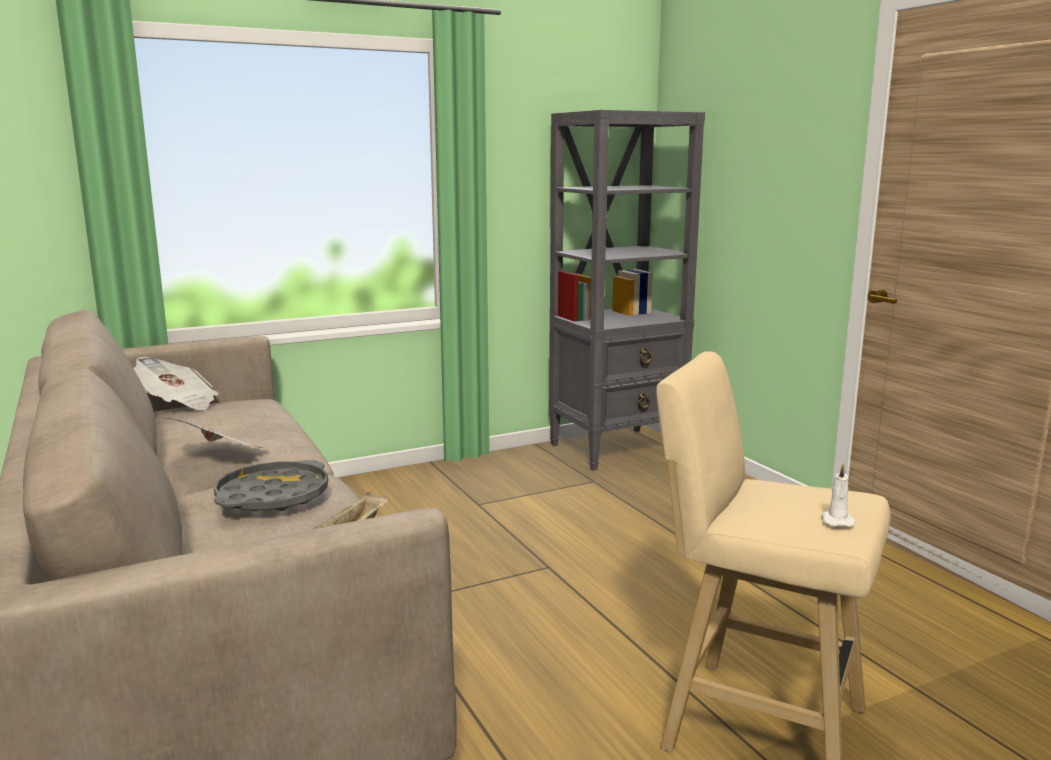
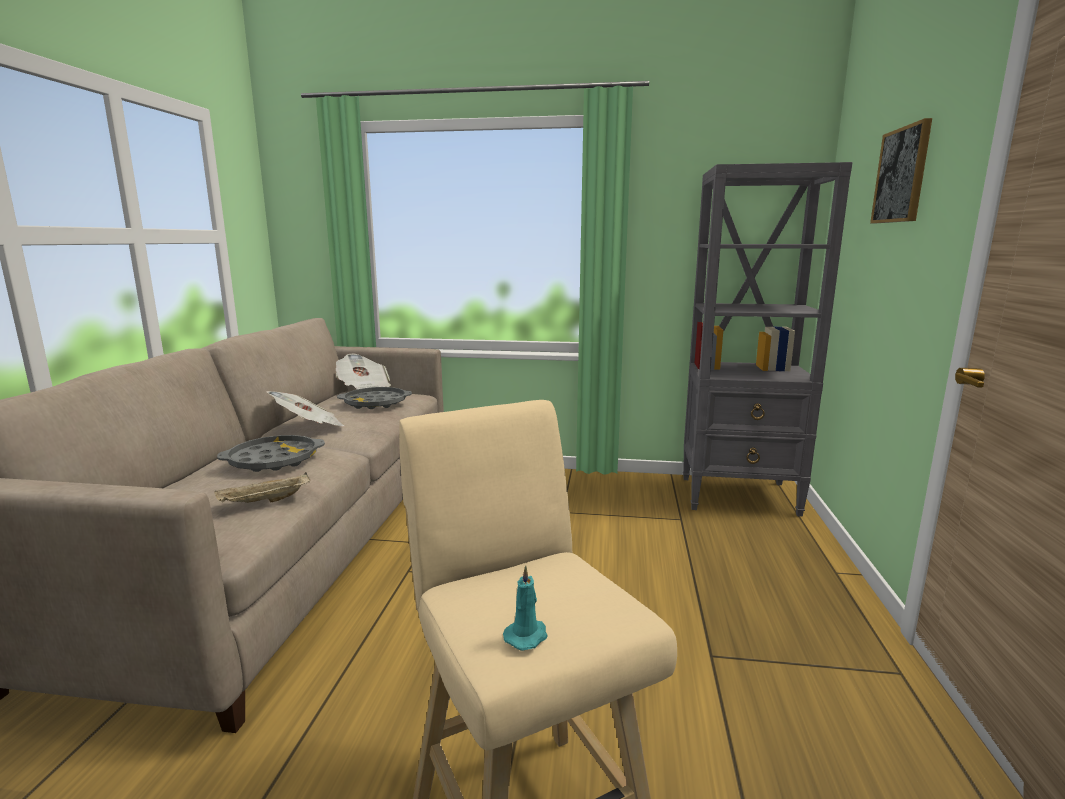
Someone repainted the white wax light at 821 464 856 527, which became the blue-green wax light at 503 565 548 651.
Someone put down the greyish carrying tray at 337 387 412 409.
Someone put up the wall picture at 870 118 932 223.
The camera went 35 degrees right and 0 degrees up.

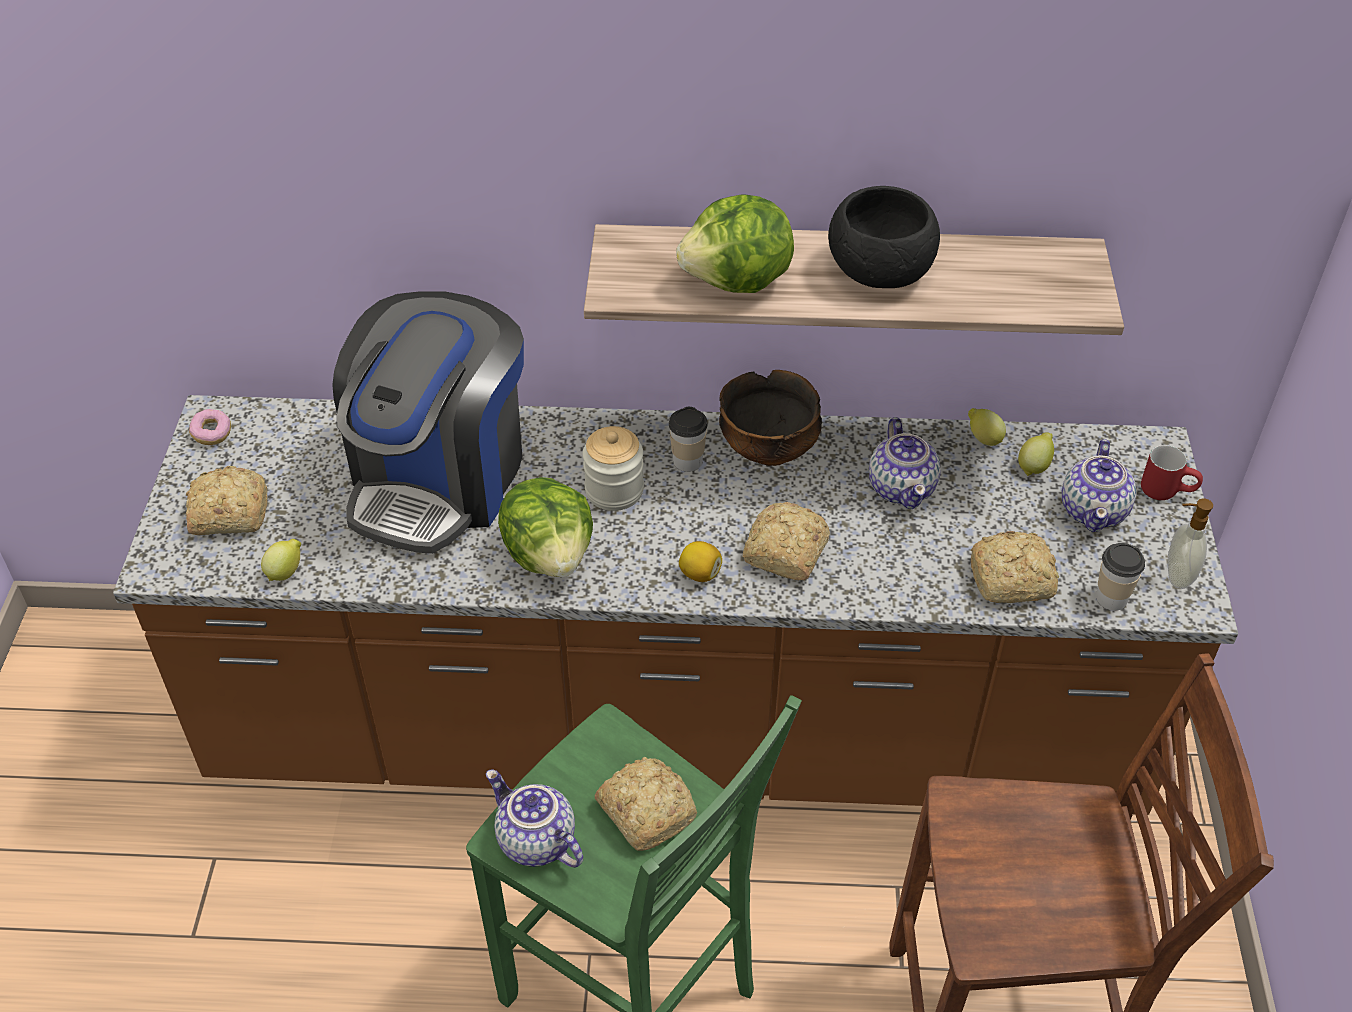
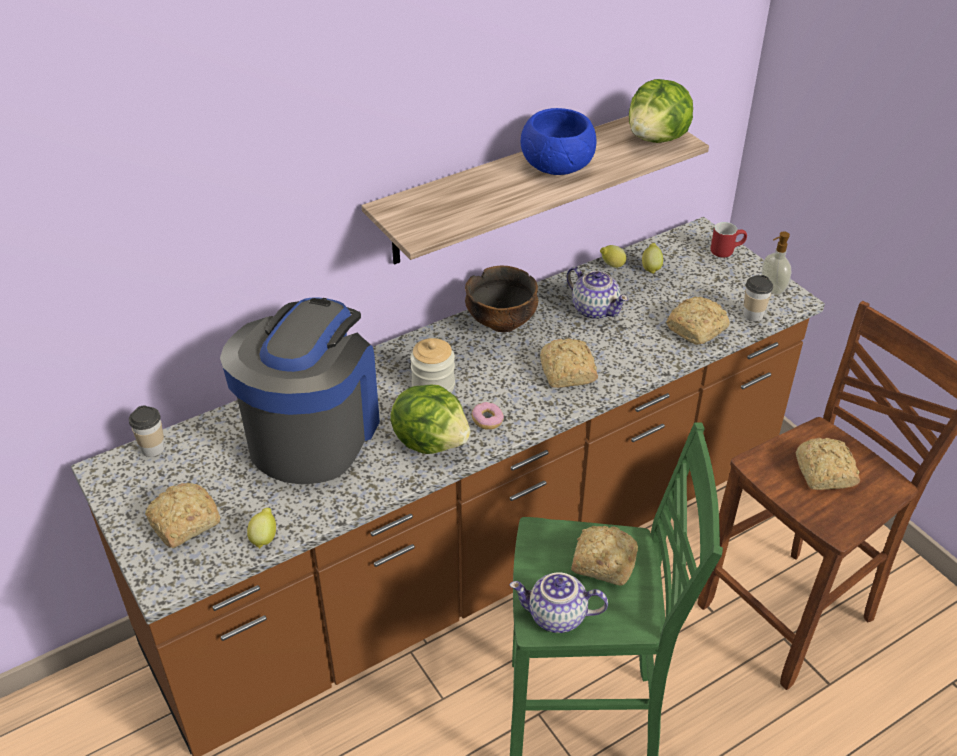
Someone carried the doughnut from 189 409 231 445 to 472 402 504 430.
Someone rotated the coffee machine at 332 291 524 554 by 150 degrees counterclockwise.
Someone carried the drinking cup from 669 407 708 472 to 129 406 165 457.
Someone carried the head of lettuce from 676 194 794 293 to 629 79 693 143.
Someone took away the whole lemon at 679 541 722 582.
Someone repainted the black serving bowl at 828 186 940 288, which became the blue-coloured serving bowl at 521 108 596 175.
Someone took away the teapot at 1062 439 1136 532.
Someone put down the bread at 796 438 860 490.
The camera went 35 degrees left and 5 degrees down.

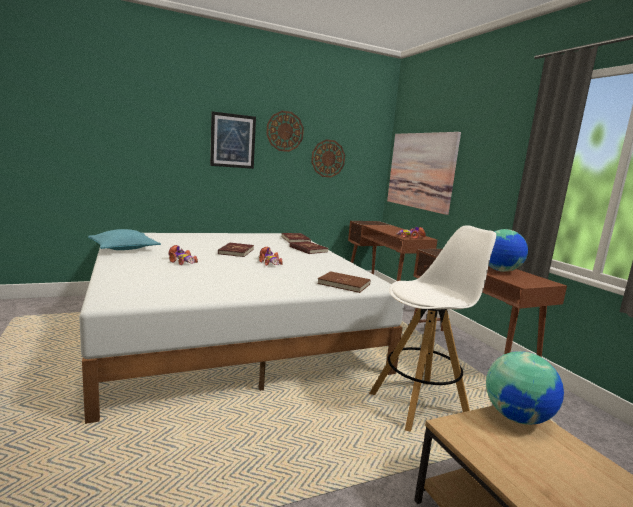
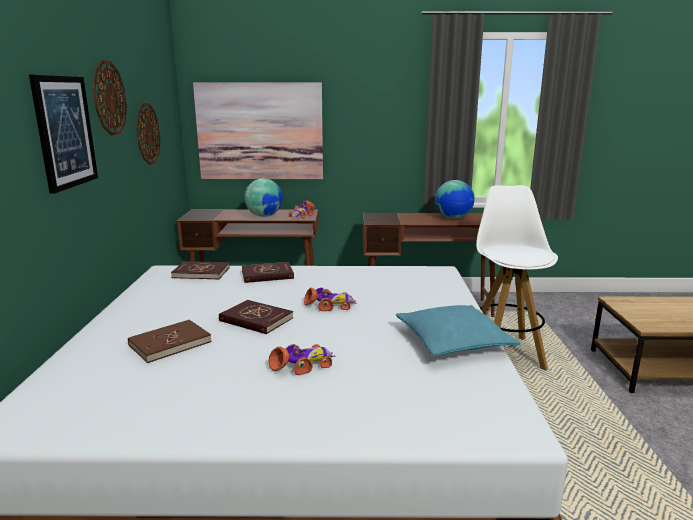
Someone carried the blue-green cushion from 88 229 161 250 to 396 305 520 356.
Someone carried the brown-coloured bound book from 317 271 370 293 to 128 320 212 363.
Someone carried the world globe from 486 351 564 425 to 244 178 283 217.
The camera went 65 degrees left and 5 degrees up.

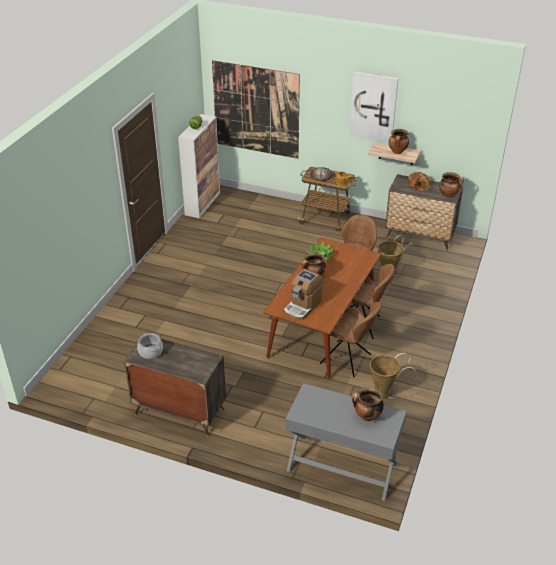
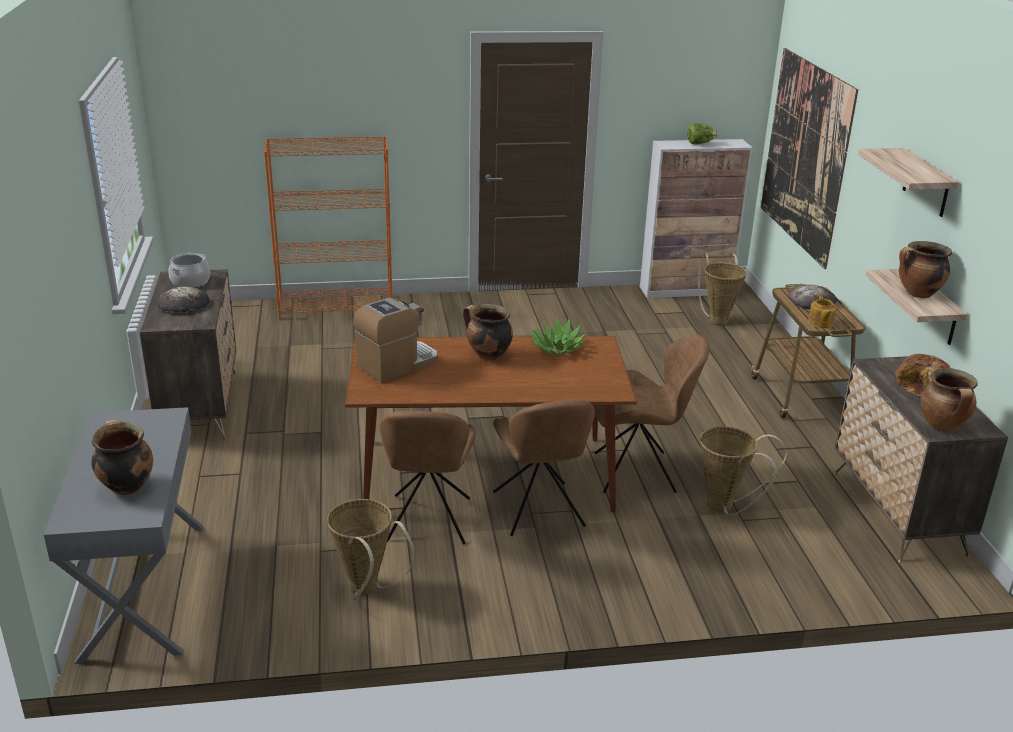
Someone rotated the coffee machine at 284 269 323 320 by 135 degrees clockwise.
Someone swapped the wall picture at 349 71 399 142 for the wall shelf at 858 148 959 217.
Someone put down the bread at 158 286 210 313.
Someone put down the orange-coloured bookshelf at 264 136 392 319.
Someone put down the storage basket at 698 253 747 326.
The camera went 60 degrees right and 10 degrees down.

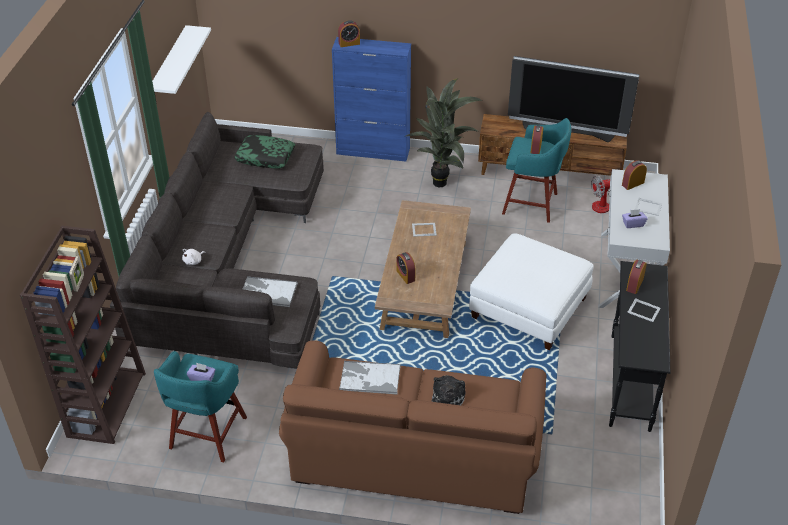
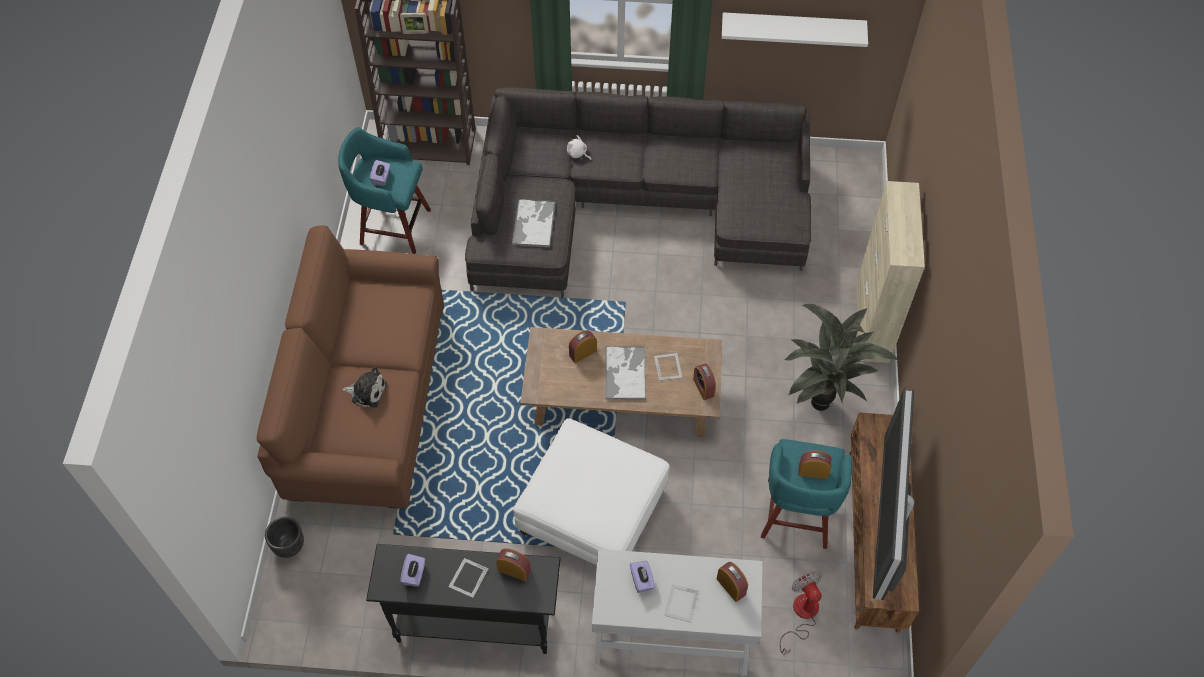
Someone took away the cushion at 234 135 295 169.
Someone repainted the blue-coloured storage cabinet at 332 37 411 161, which became the beige storage cabinet at 856 181 925 363.
Someone carried the bedside clock from 338 20 360 47 to 693 363 716 400.
Someone carried the carrying tray from 339 361 401 394 to 605 346 646 400.
Someone put down the black planter at 265 517 304 558.
Someone put down the purple-coloured box of tissues at 400 554 425 587.
The camera went 85 degrees right and 15 degrees up.

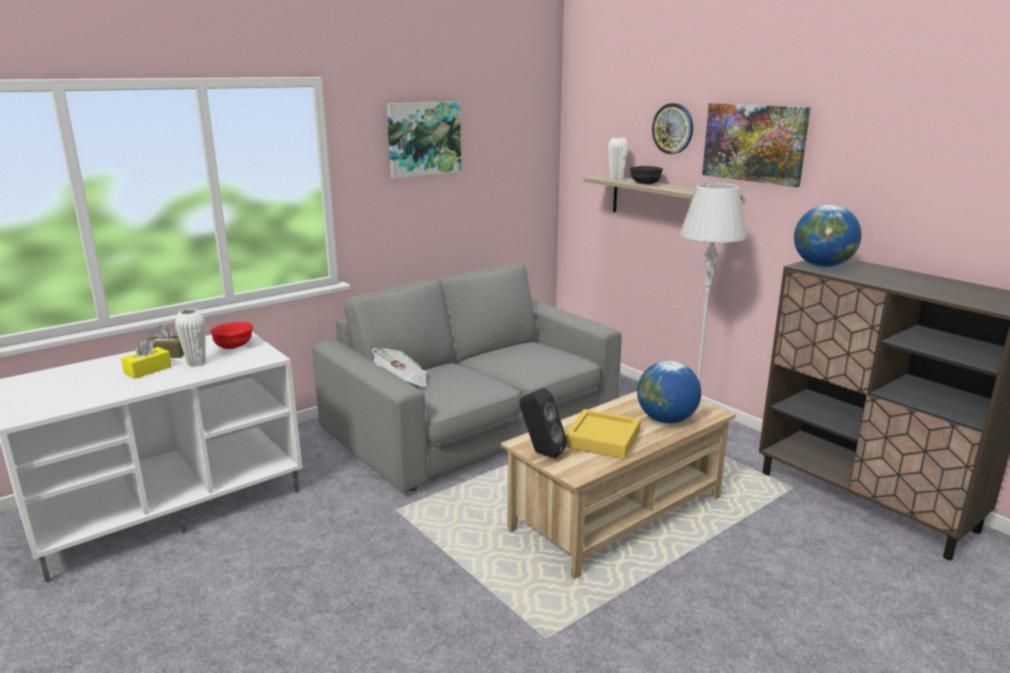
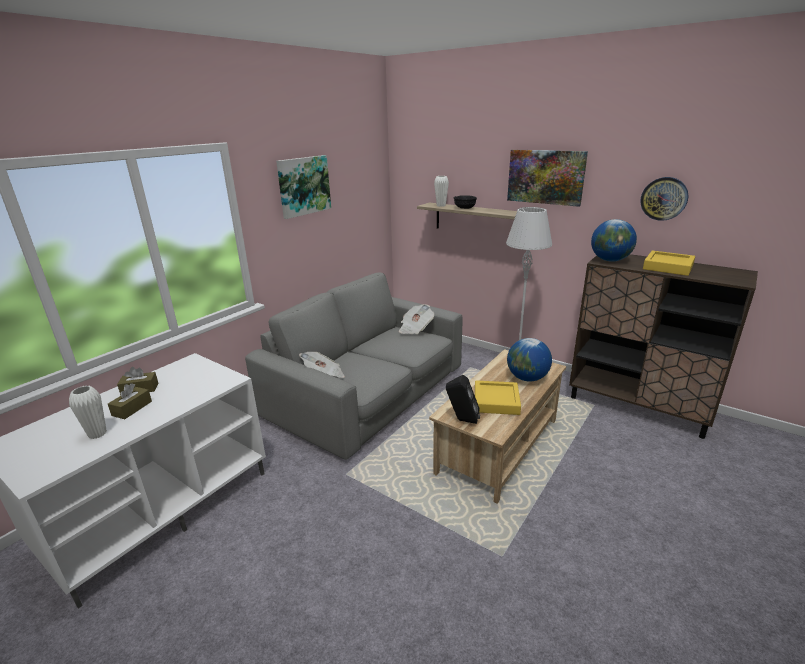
Someone repainted the yellowish box of tissues at 121 339 172 379, which became the brown-coloured box of tissues at 108 383 152 419.
Someone carried the white flower vase from 175 309 206 367 to 69 385 107 439.
Someone took away the red serving bowl at 210 322 253 349.
Someone carried the hanging clock from 652 103 693 154 to 640 177 688 221.
Someone put down the printed paper at 399 304 434 334.
Someone put down the yellowish carrying tray at 643 251 695 276.
The camera went 15 degrees left and 5 degrees up.

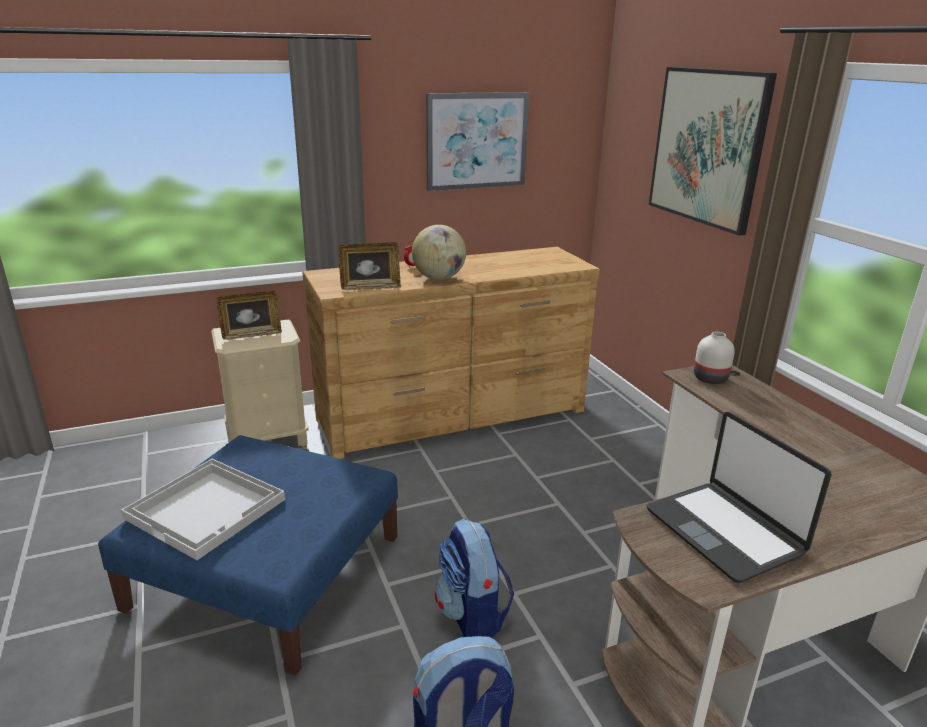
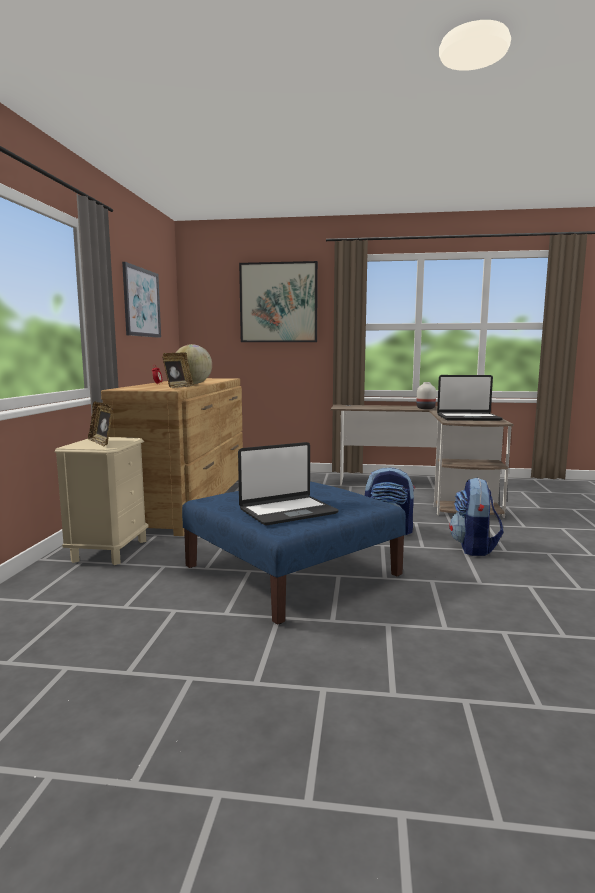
Someone swapped the white carrying tray at 121 459 285 560 for the laptop at 238 442 339 525.
Someone rotated the picture frame at 217 291 282 340 by 135 degrees clockwise.
Someone carried the white flower vase from 694 331 735 384 to 417 382 436 409.
The camera went 60 degrees left and 15 degrees down.

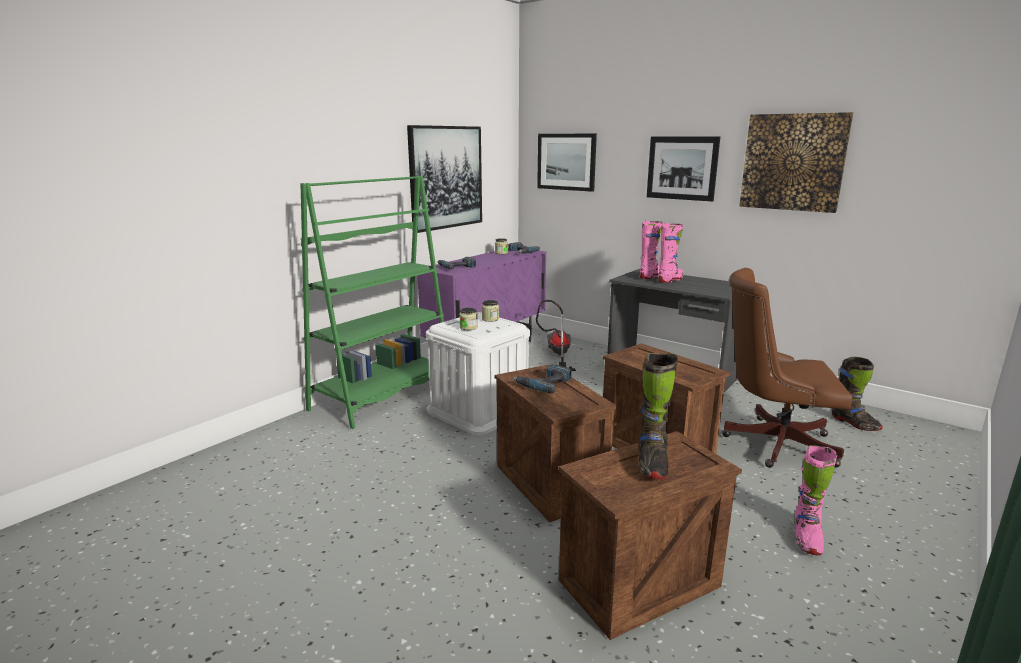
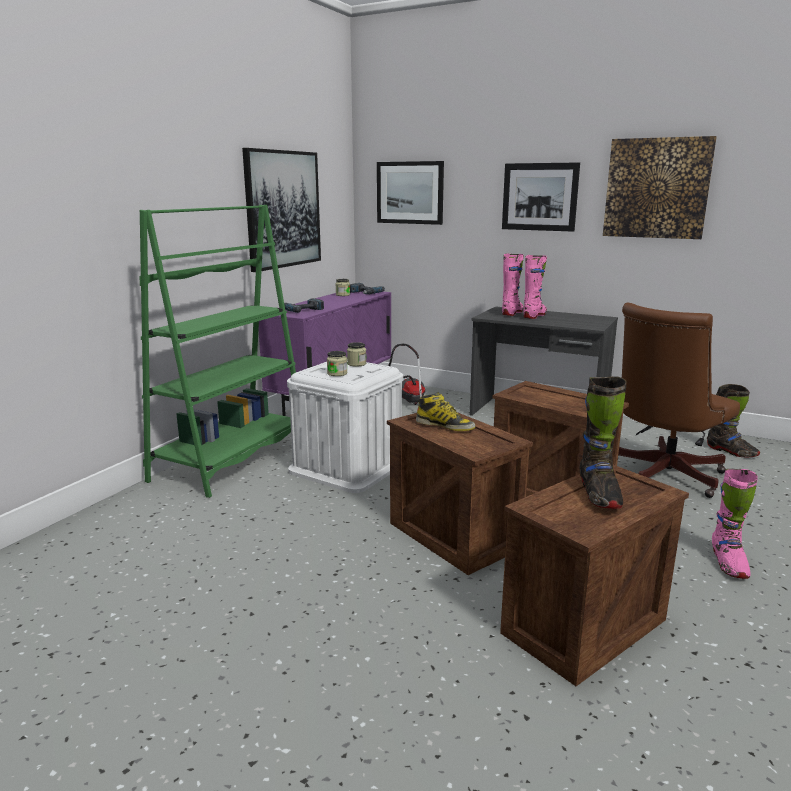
Someone swapped the electric drill at 513 364 571 394 for the tall boot at 416 392 476 431.
Someone rotated the brown-coloured office chair at 722 268 852 468 by 45 degrees counterclockwise.
The camera went 10 degrees left and 0 degrees up.

